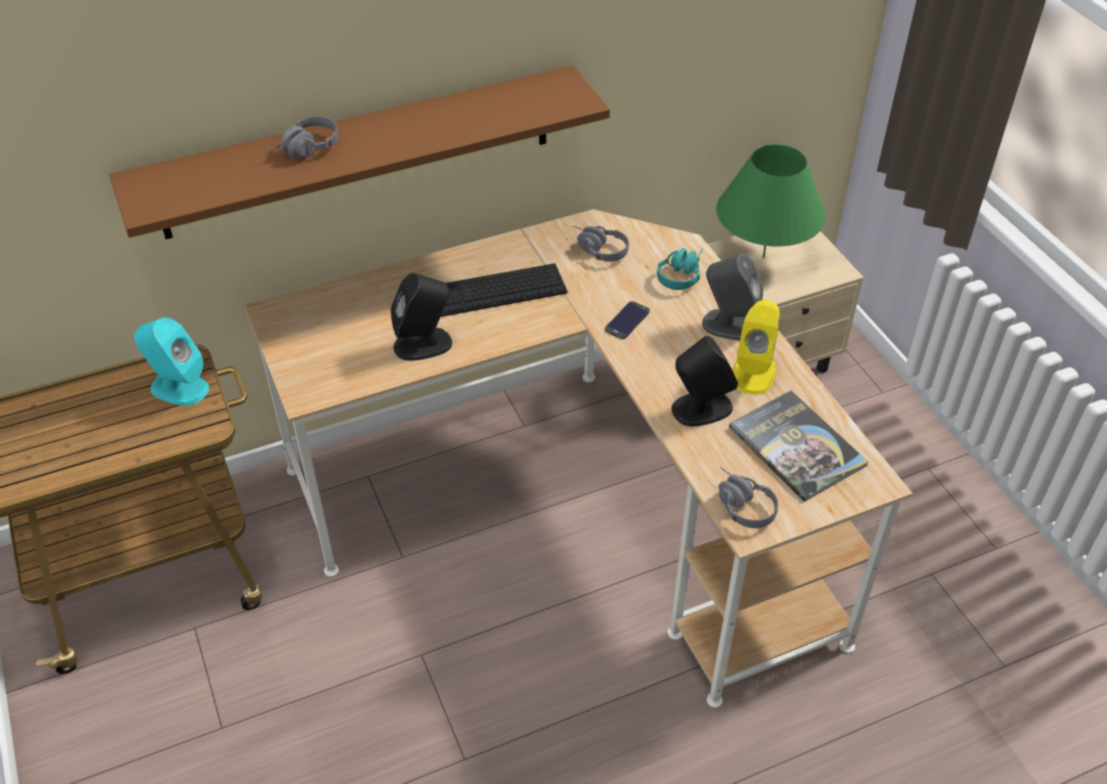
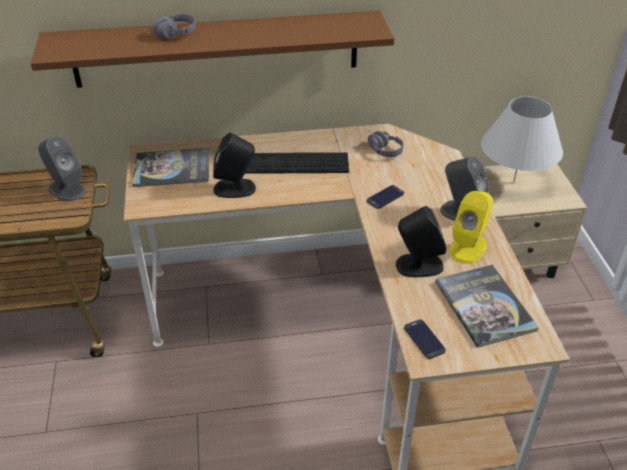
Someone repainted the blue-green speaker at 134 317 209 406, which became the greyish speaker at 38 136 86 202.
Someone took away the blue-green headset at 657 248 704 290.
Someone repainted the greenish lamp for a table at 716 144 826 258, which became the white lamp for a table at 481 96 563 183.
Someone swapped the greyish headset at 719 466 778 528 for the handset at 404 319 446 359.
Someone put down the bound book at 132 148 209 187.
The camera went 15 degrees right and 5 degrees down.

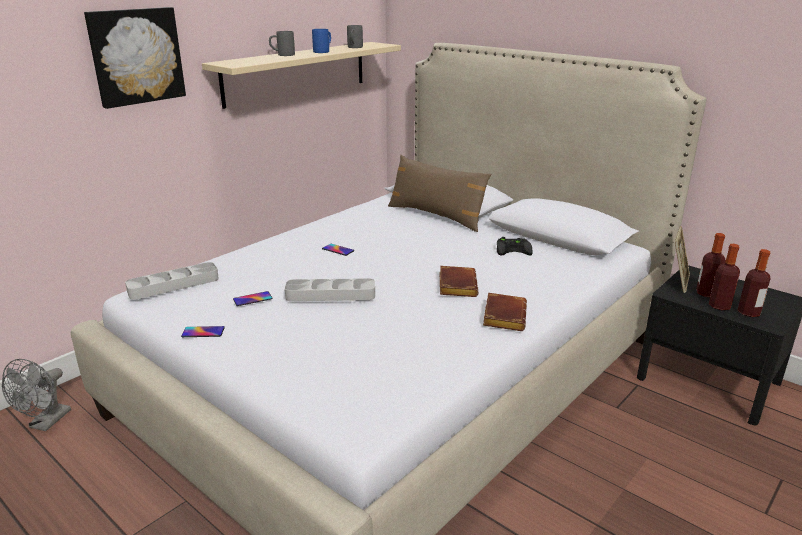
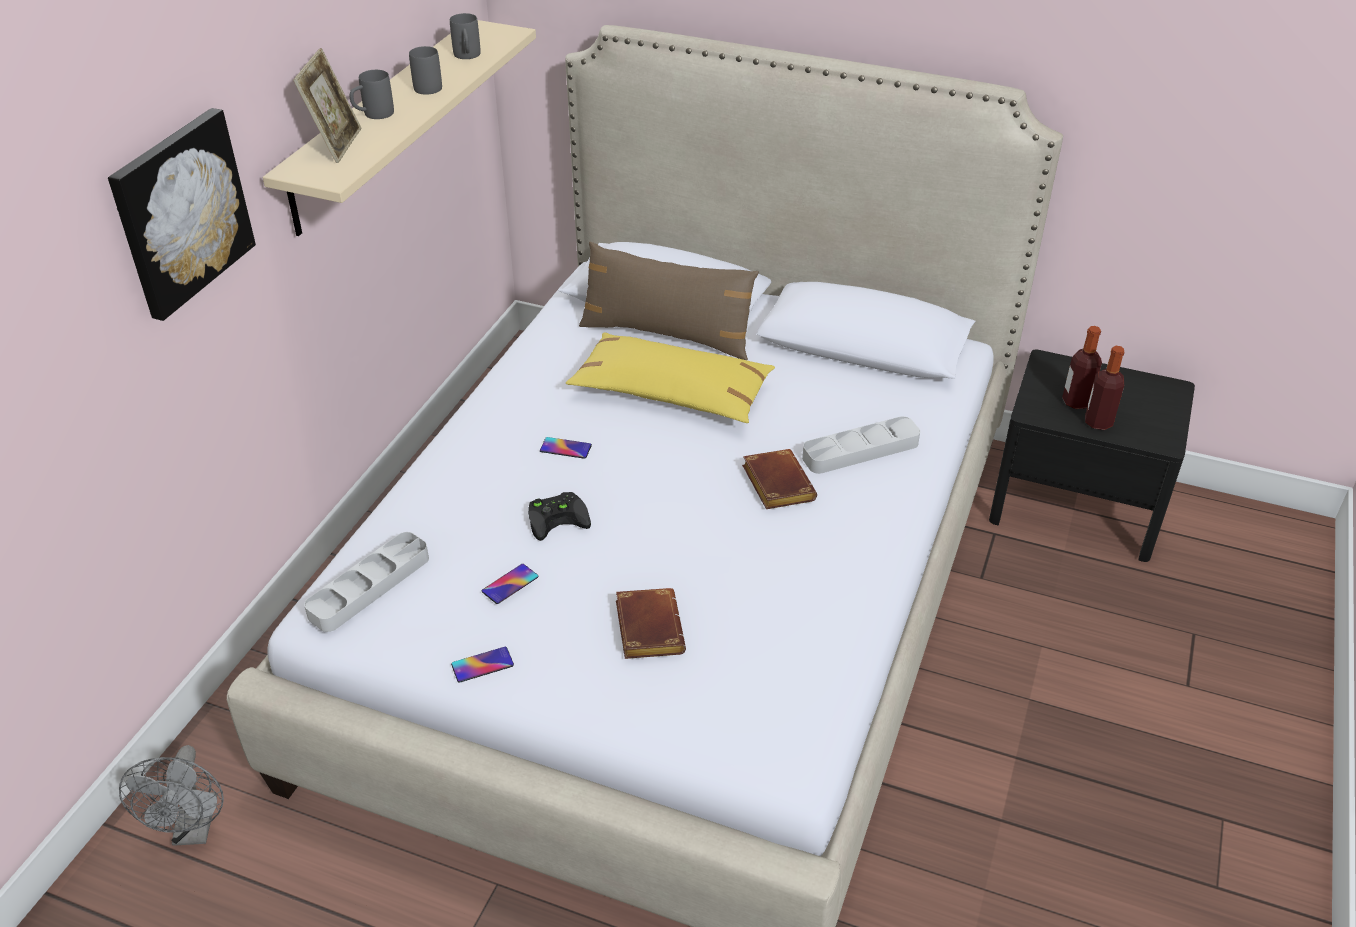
Someone carried the greyish carrying tray from 285 278 375 301 to 802 416 920 474.
Someone repainted the blue-coloured tea mug at 312 29 331 53, which became the greyish tea mug at 409 46 442 95.
Someone carried the brown-coloured bound book from 483 293 527 331 to 616 588 686 659.
Someone carried the black gamepad from 497 237 533 256 to 528 492 591 541.
Someone carried the picture frame from 675 226 690 293 to 293 48 361 163.
Someone took away the drink bottle at 738 249 771 317.
Someone put down the yellowish cushion at 566 333 775 423.
The camera went 20 degrees left and 15 degrees up.

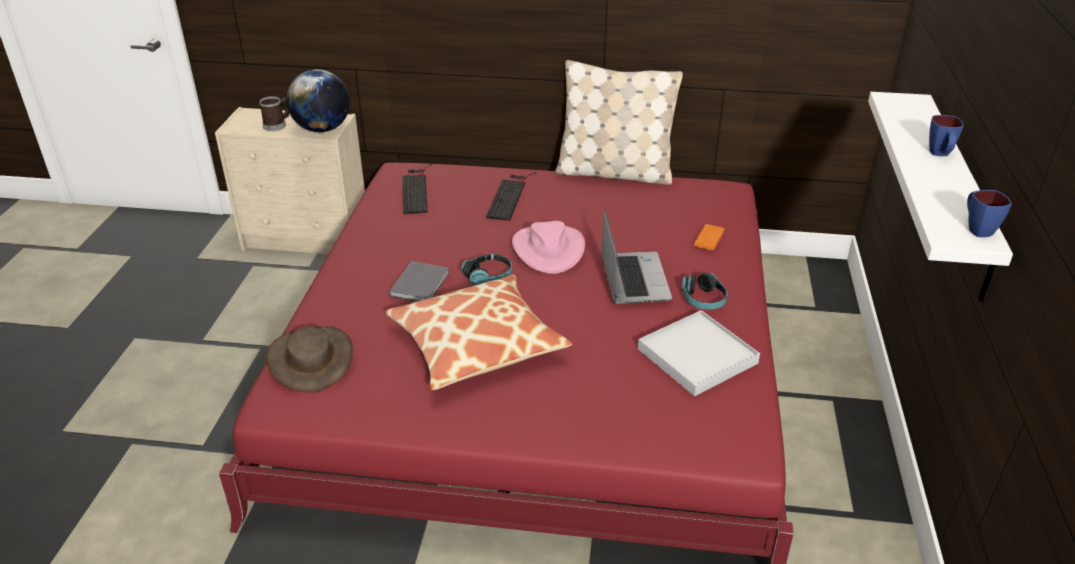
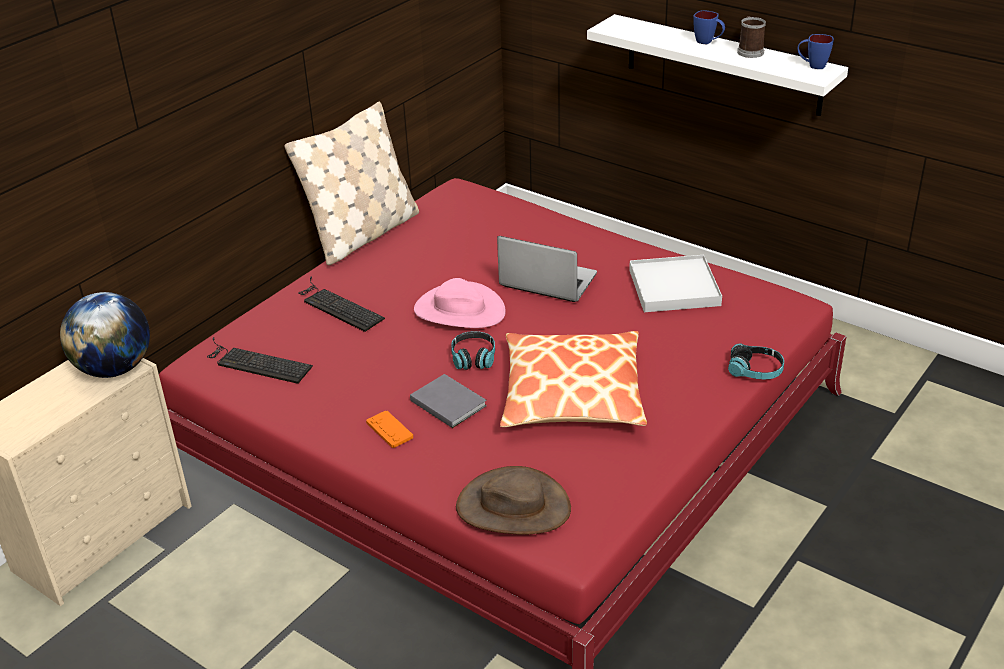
Someone carried the tea mug from 259 96 289 131 to 737 16 766 58.
Someone carried the headset from 682 273 728 309 to 728 343 784 379.
Someone carried the orange-coloured gamepad from 694 224 725 251 to 366 411 413 448.
The camera went 60 degrees left and 0 degrees up.

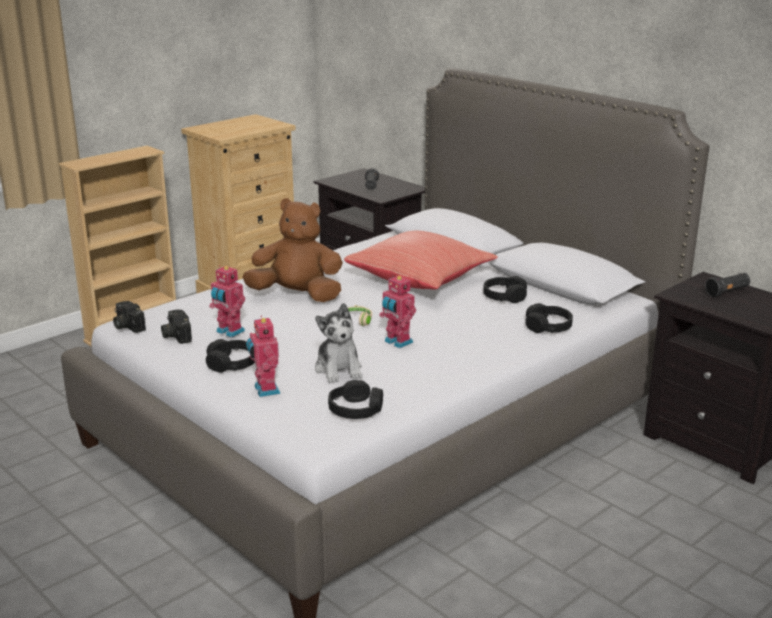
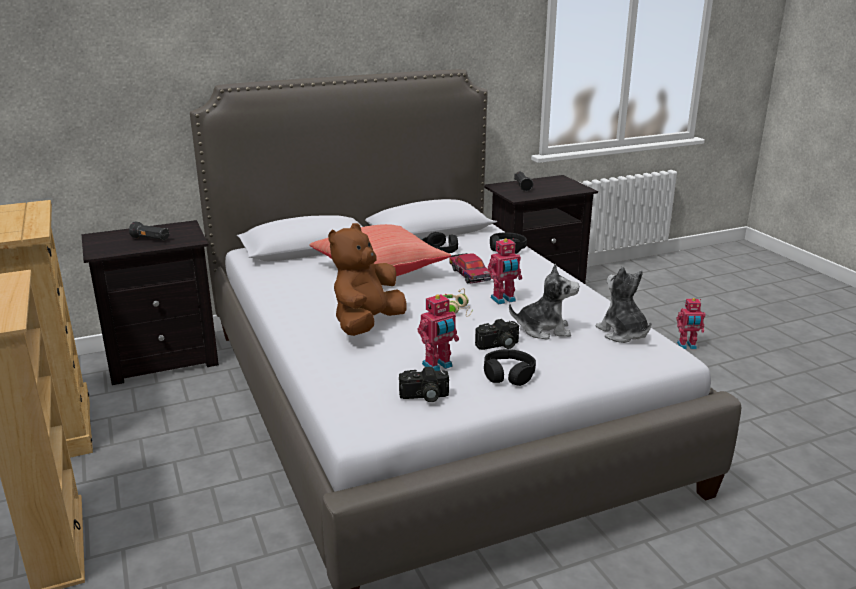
Someone carried the still camera from 113 301 146 333 to 475 319 519 350.
Someone carried the model robot from 246 315 280 397 to 676 298 705 349.
Someone swapped the black headset at 328 380 383 419 for the soft toy at 595 266 651 343.
Someone put down the model car at 449 253 491 283.
The camera went 70 degrees left and 0 degrees up.

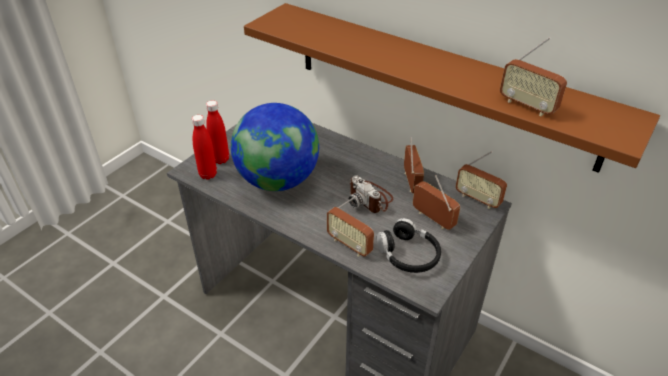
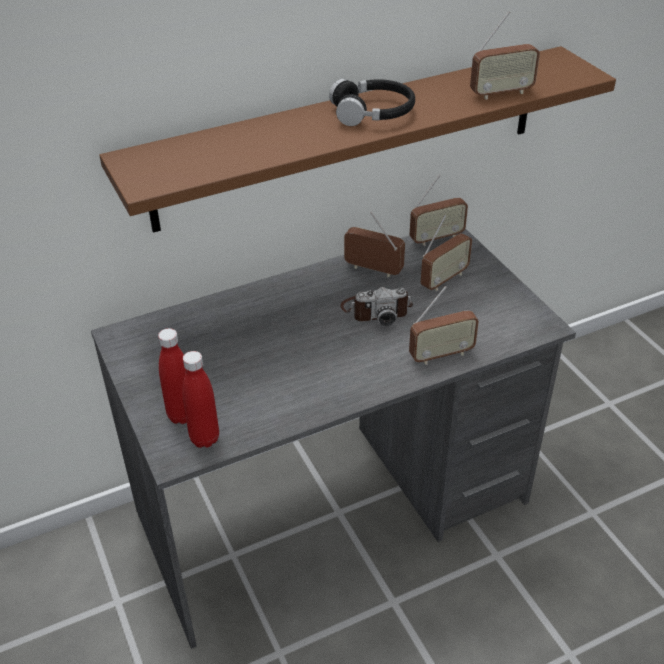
Someone took away the world globe at 231 103 319 191.
Someone carried the black headset from 377 218 441 273 to 329 79 415 126.
Someone rotated the radio receiver at 413 175 460 230 by 150 degrees clockwise.
The camera went 60 degrees left and 0 degrees up.

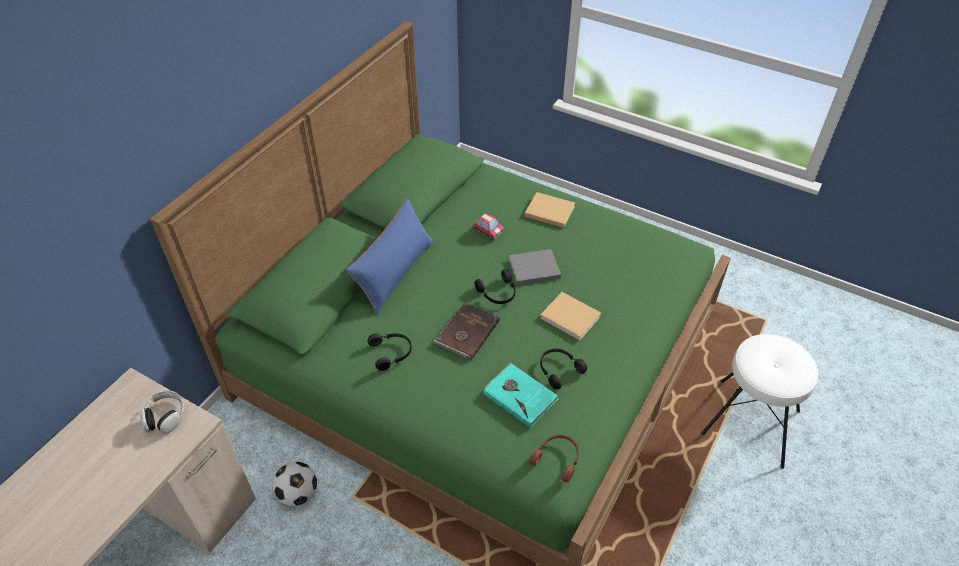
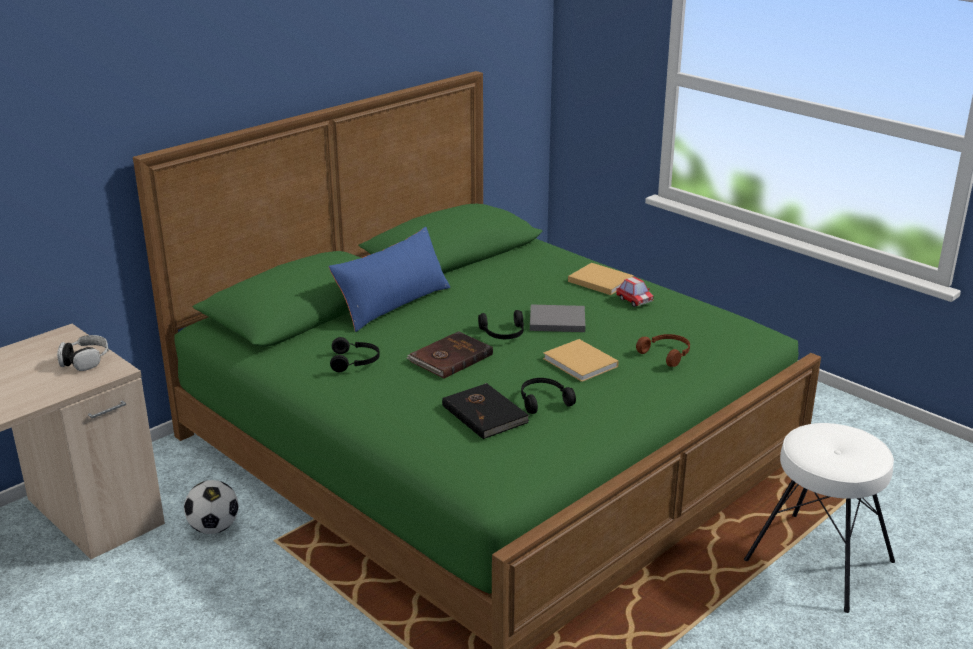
Someone carried the model car from 473 213 504 239 to 616 276 654 307.
Someone repainted the blue-green bound book at 483 363 558 428, which became the black bound book at 442 383 529 439.
Someone carried the brown-coloured headset from 529 435 579 482 to 636 334 690 367.
The camera went 15 degrees right and 20 degrees down.

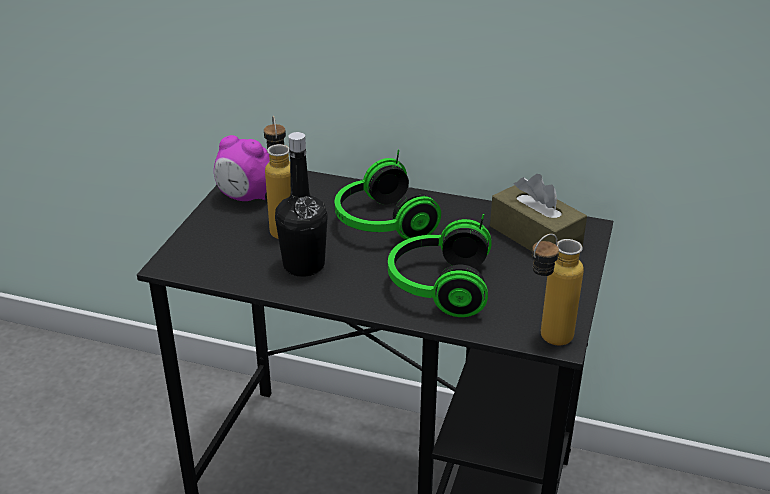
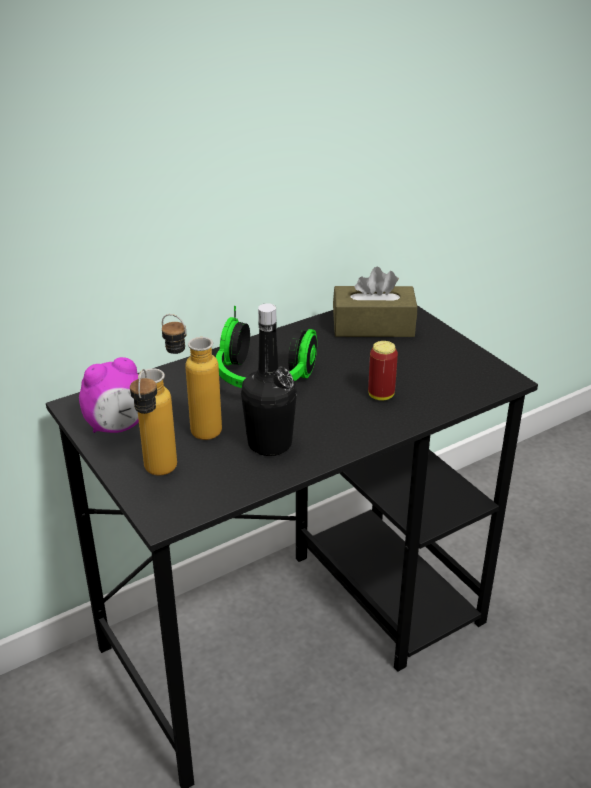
Someone swapped the headset at 388 214 492 317 for the sealed can at 368 341 398 401.
Someone carried the drink bottle from 532 234 584 345 to 130 368 177 475.
The camera went 50 degrees left and 0 degrees up.

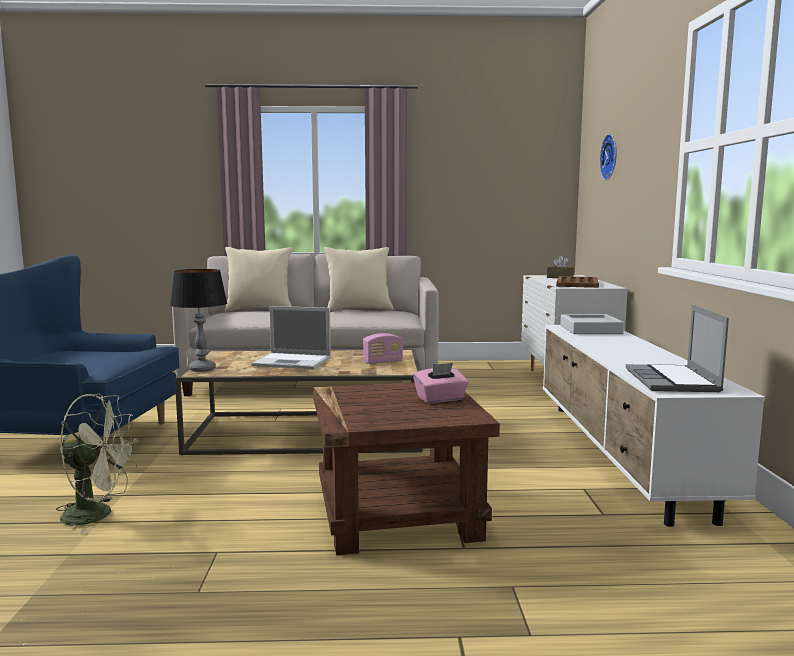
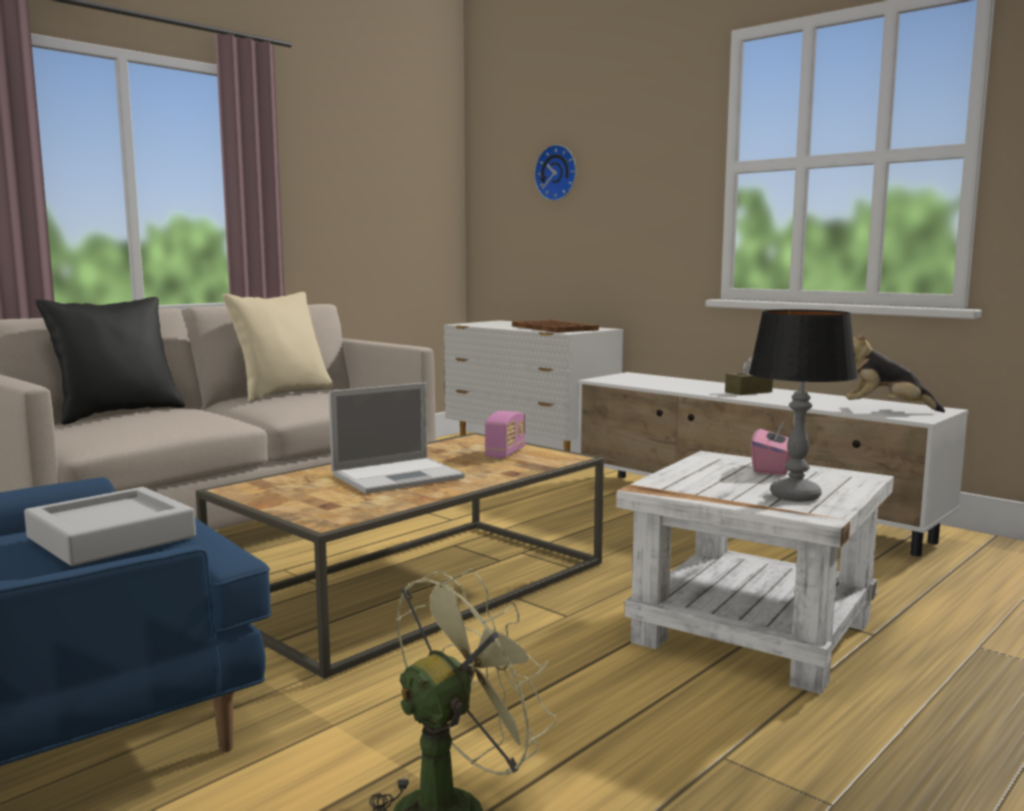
Someone carried the lamp for a table from 170 269 227 372 to 749 309 858 502.
Someone repainted the beige cushion at 225 247 292 312, which became the black cushion at 36 297 185 425.
Someone repainted the brown-coloured accent table at 313 382 500 555, which became the white accent table at 616 451 894 694.
Someone carried the brown-coloured box of tissues from 547 256 574 278 to 725 356 773 395.
Someone carried the greyish carrying tray from 560 314 624 334 to 24 487 196 566.
Someone swapped the laptop at 626 305 729 392 for the soft toy at 846 332 945 412.
The camera went 45 degrees left and 0 degrees up.

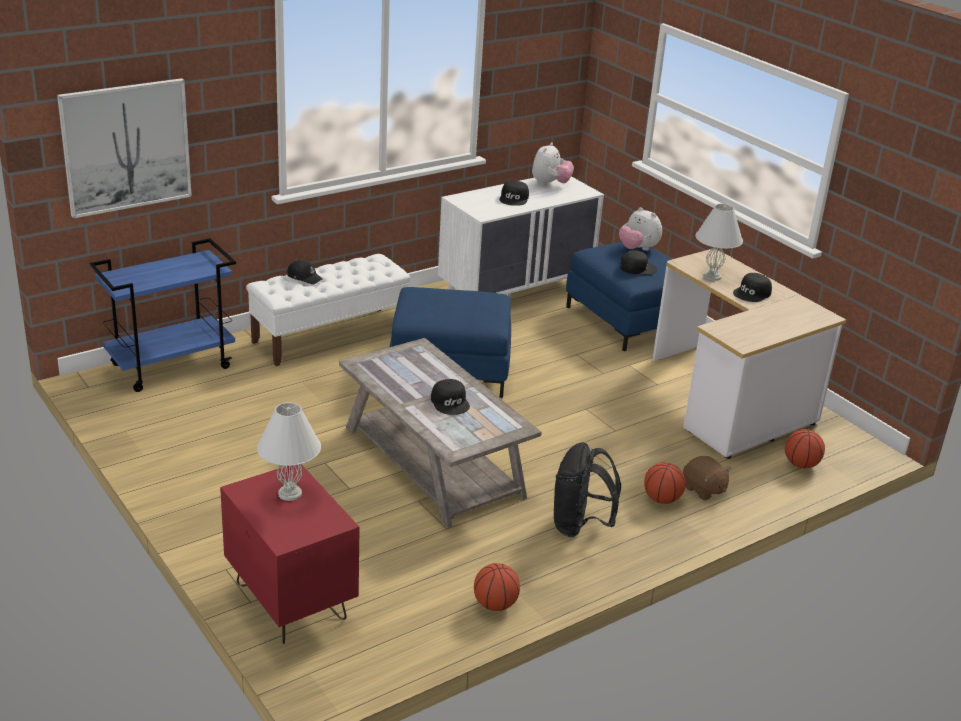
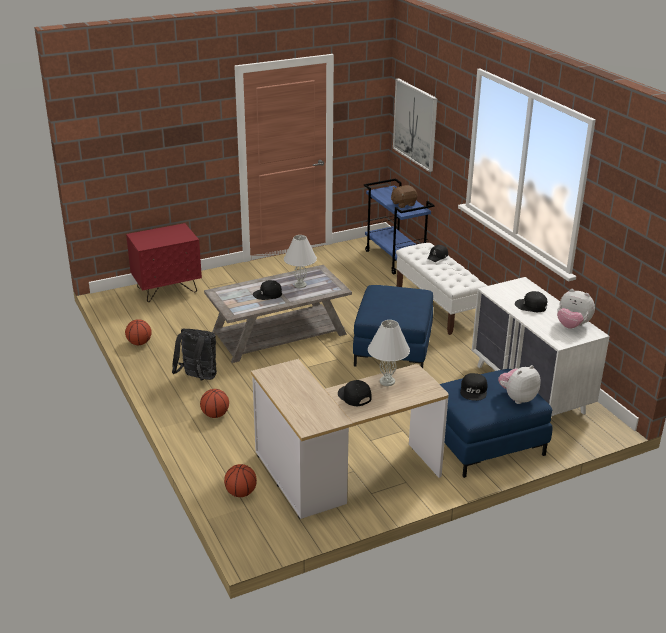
Someone carried the white lamp for a table from 257 402 321 501 to 284 235 317 288.
Someone carried the brown-coloured soft toy from 683 456 731 501 to 391 185 417 208.
The camera went 100 degrees right and 0 degrees up.

